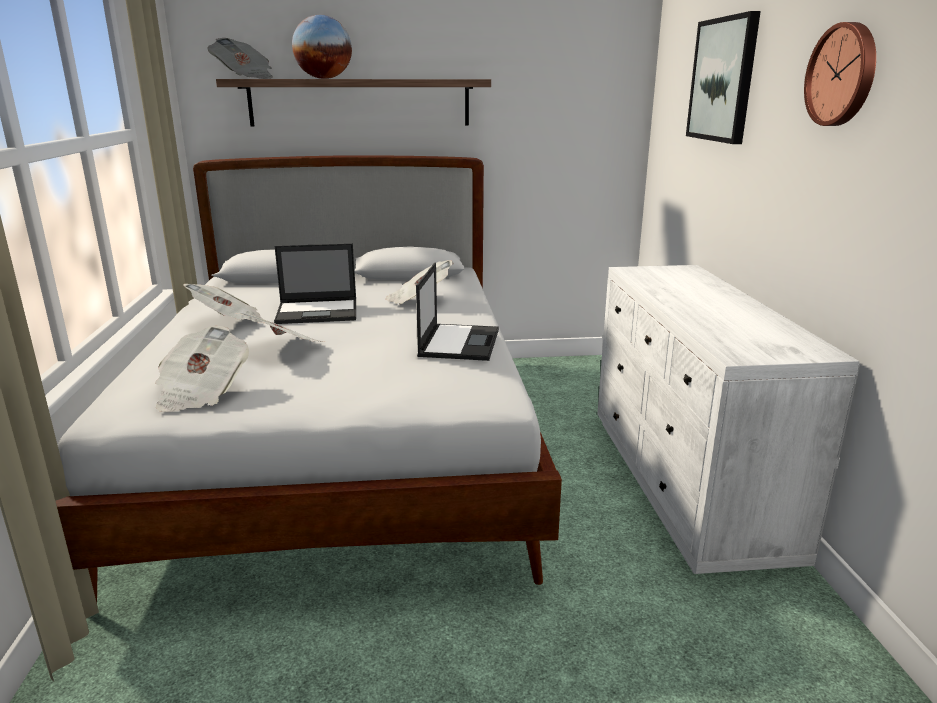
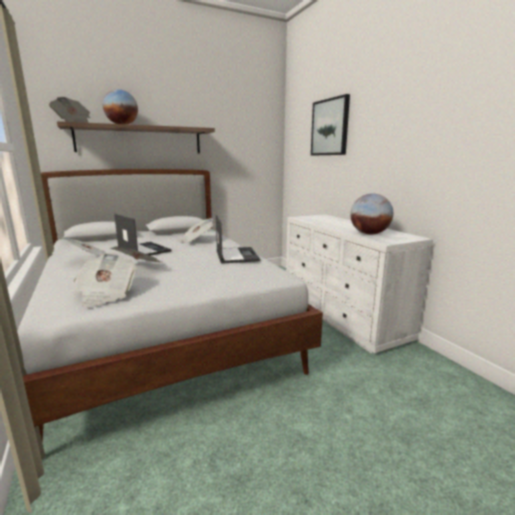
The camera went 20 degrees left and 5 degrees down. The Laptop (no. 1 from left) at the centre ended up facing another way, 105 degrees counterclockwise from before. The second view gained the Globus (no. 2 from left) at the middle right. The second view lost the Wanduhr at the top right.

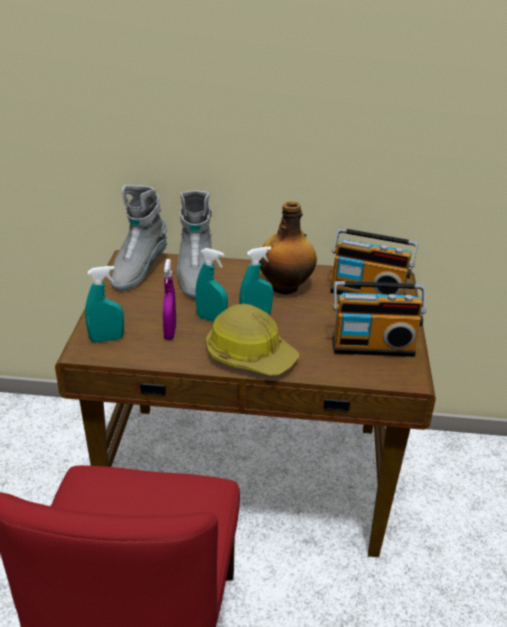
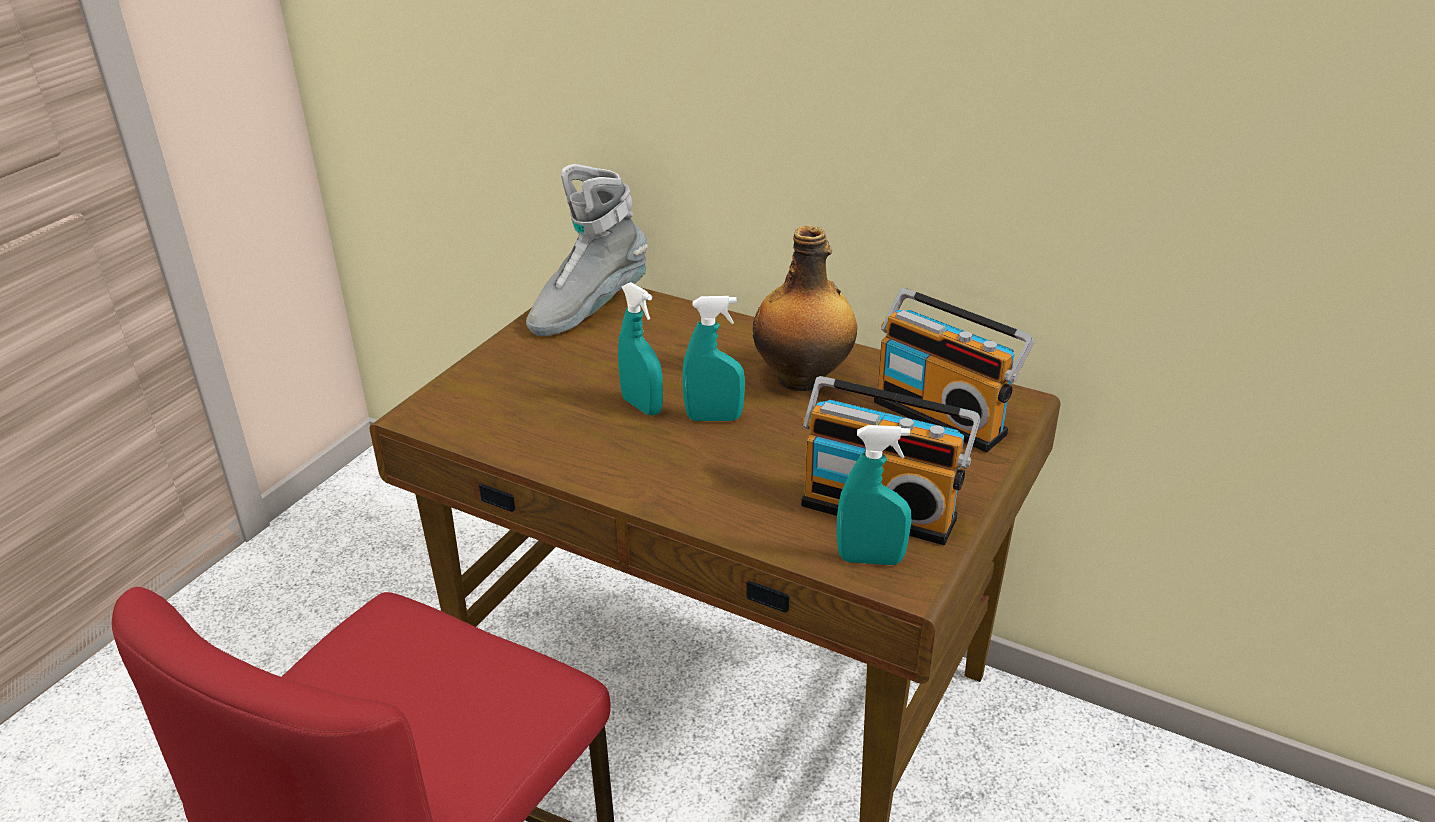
The camera went 25 degrees right and 0 degrees up. The Sprühflasche (türkis) (no. 1 from left in the first image) ended up elsewhere, having gone from the middle left to the centre. The second view lost the Sprühflasche (lila) at the centre. The second view lost the Stiefel (grau) (no. 2 from left) at the centre. The second view lost the Schutzhelm at the centre.

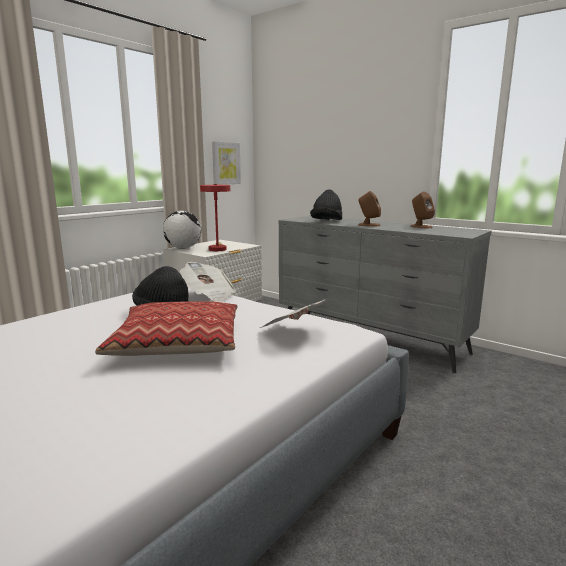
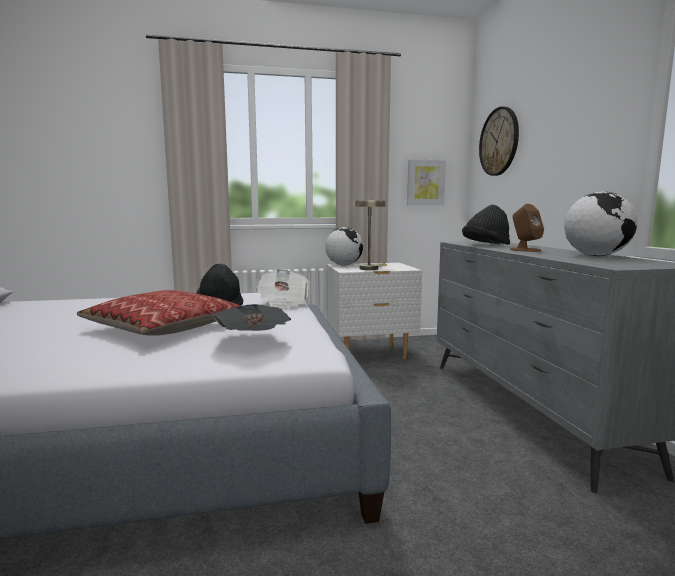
The camera went 40 degrees right and 5 degrees down. What was the Tischlampe (rot) at the centre turned into the Tischlampe (beige) at the centre. The second view gained the Wanduhr at the top right. Where the Lautsprecher (braun) (no. 2 from left) stood at the middle right, the Globus (no. 2 from left) came to stand at the middle right.

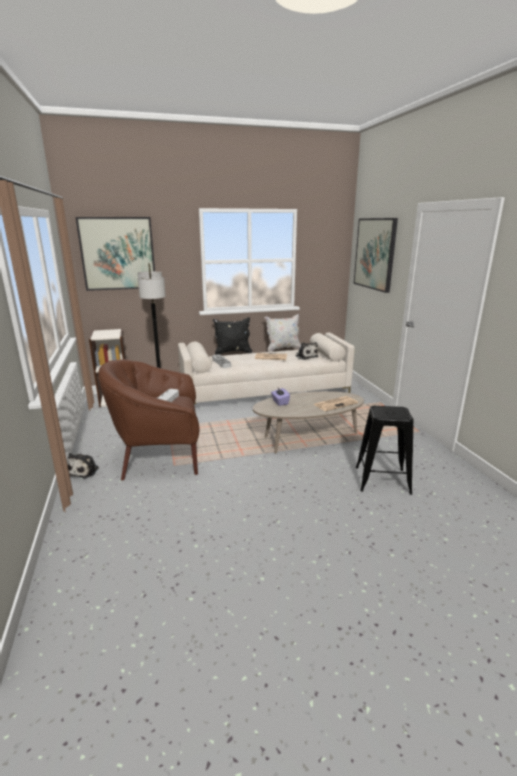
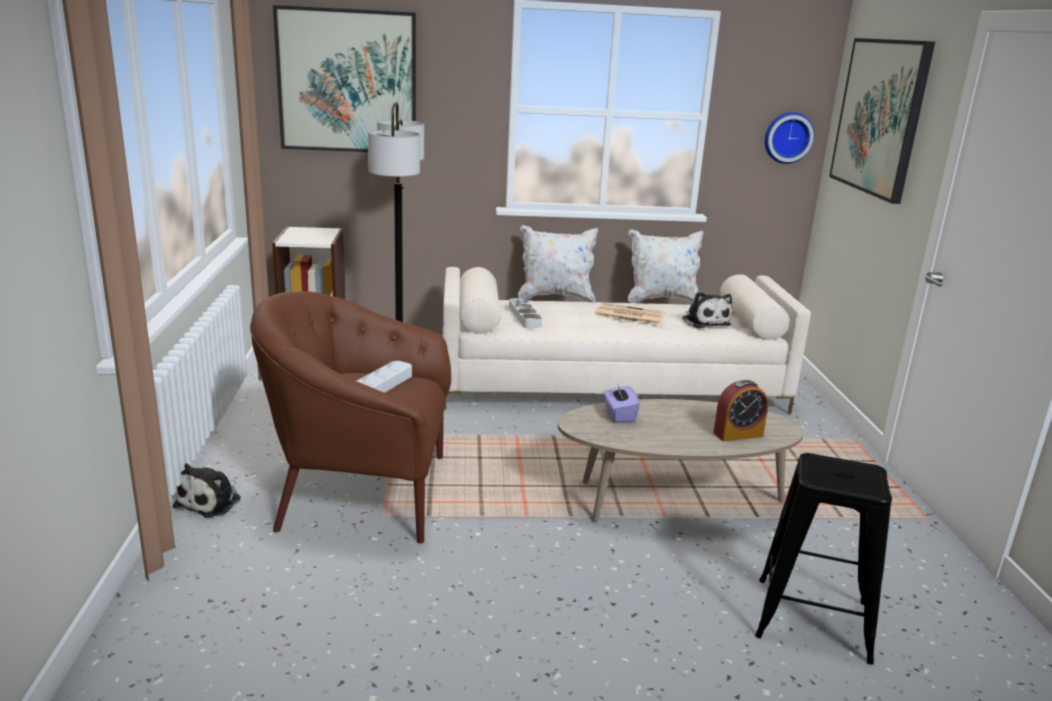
The camera went 10 degrees right and 0 degrees up. What was the Kissen (schwarz) at the centre turned into the Kissen (weiß) (no. 1 from left) at the centre. Where the Zeitung (no. 2 from left) stood at the centre, the Wecker came to stand at the middle right. The second view gained the Wanduhr at the top right.

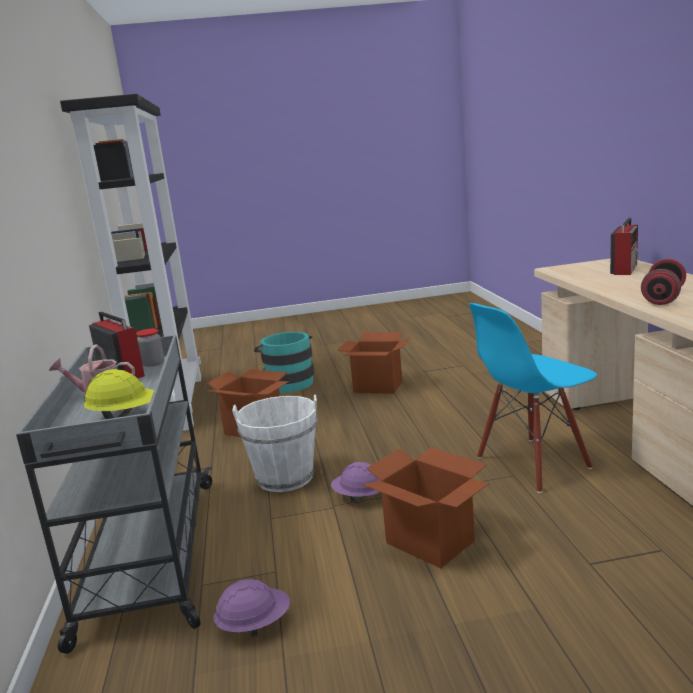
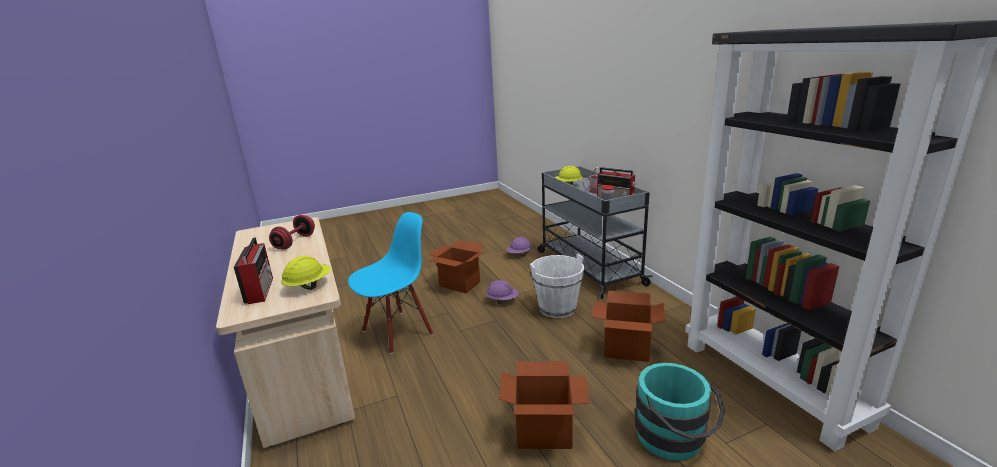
The camera went 165 degrees right and 5 degrees up. The Radio (no. 2 from left in the first image) at the middle right ended up facing another way, 150 degrees clockwise from before. The second view gained the Schutzhelm (gelb) (no. 1 from left) at the middle left.

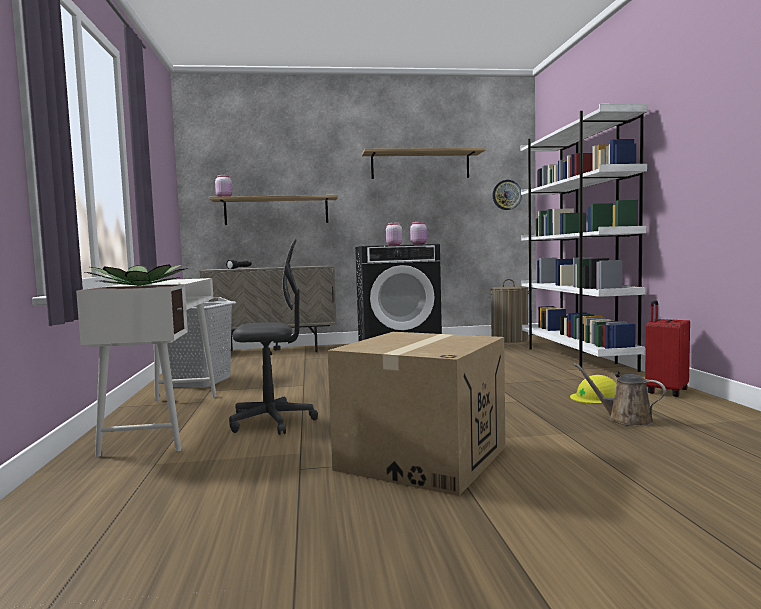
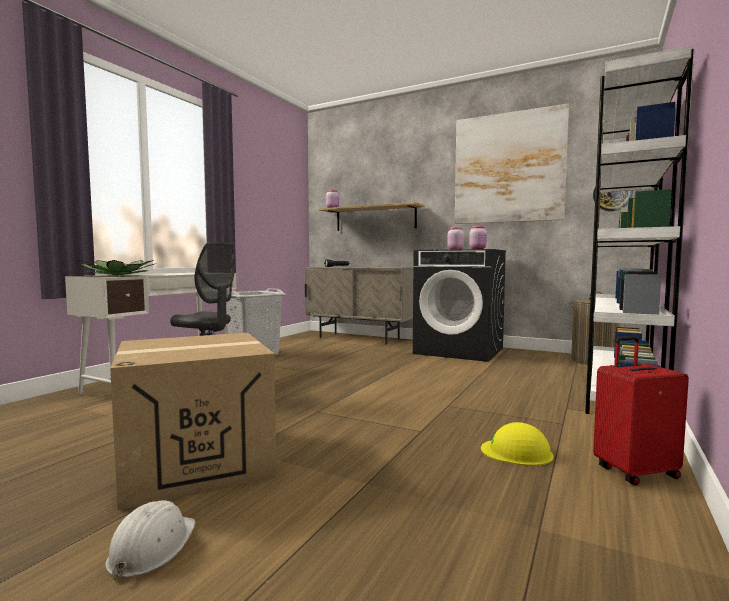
The camera went 35 degrees right and 0 degrees up. The second view gained the Schutzhelm (weiß) at the bottom left. Where the Wandregal (no. 2 from left) hung at the top centre, the Bild came to hang at the top right. The second view lost the Gießkanne (braun) at the middle right.

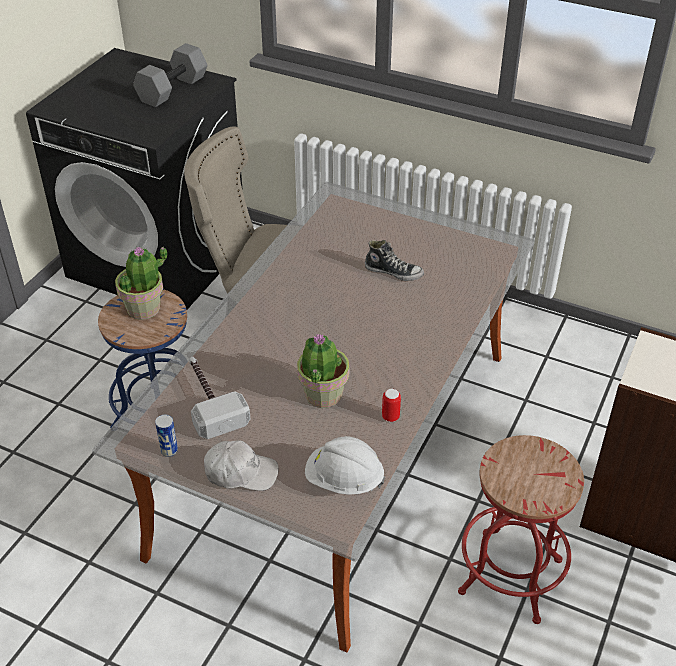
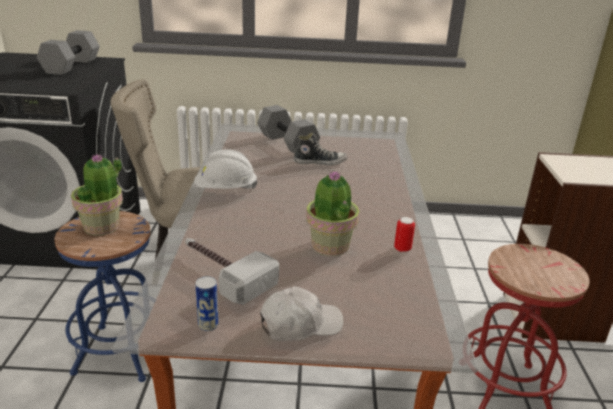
The camera went 25 degrees left and 15 degrees down. The Schutzhelm (weiß) ended up elsewhere, having gone from the bottom centre to the centre. The second view gained the Hantel (grau) (no. 2 from left) at the top centre.

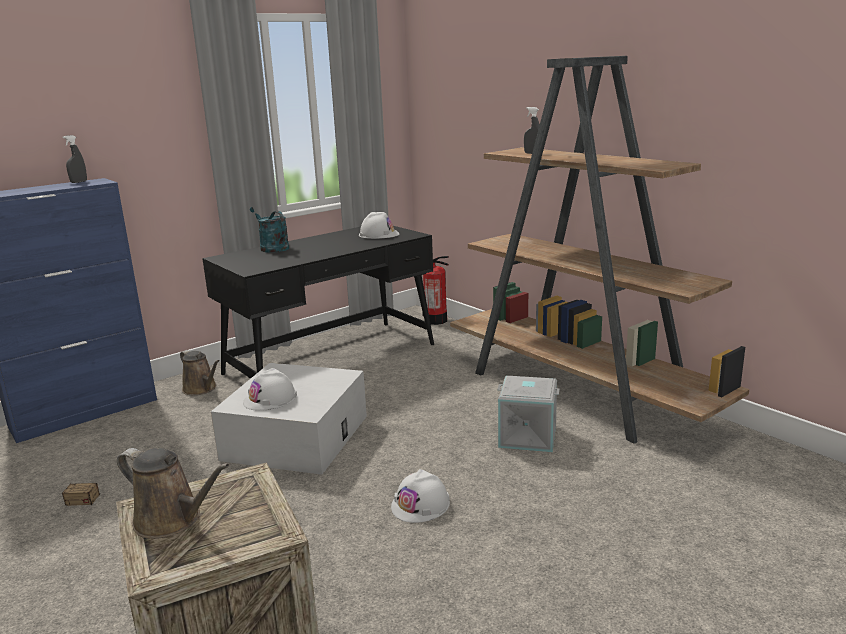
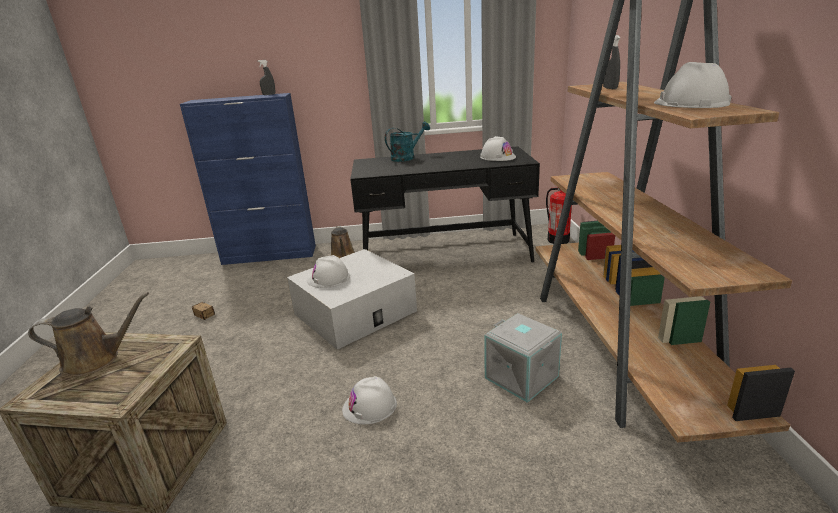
The camera went 35 degrees right and 5 degrees up. The Gießkanne (braun) (no. 1 from left) at the bottom left ended up facing another way, 75 degrees counterclockwise from before. The Gießkanne (türkis) at the middle left ended up facing another way, 60 degrees clockwise from before. The second view gained the Schutzhelm (weiß) (no. 4 from left) at the top right.

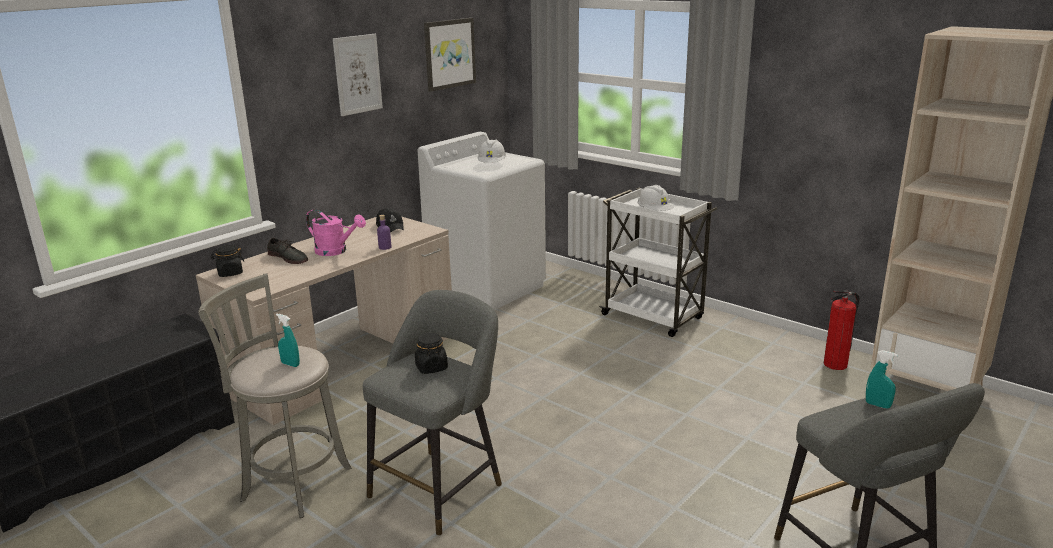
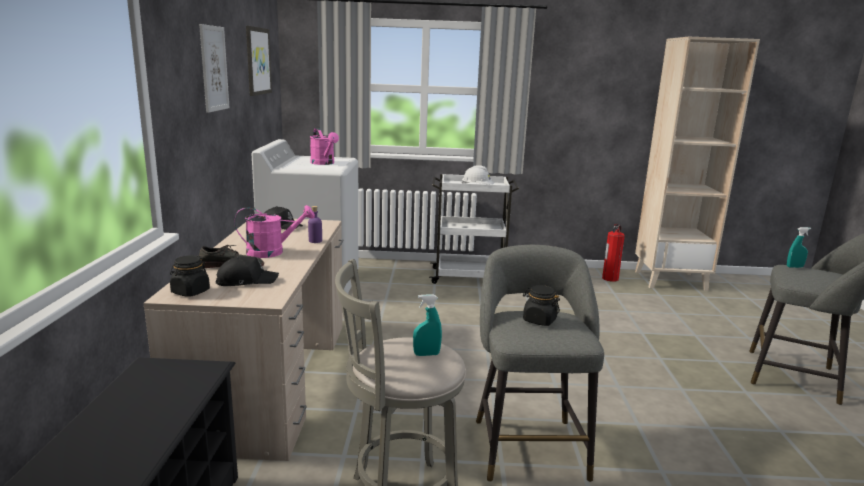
The camera went 40 degrees left and 5 degrees down. The second view gained the Kappe (schwarz) (no. 1 from left) at the middle left. Where the Schutzhelm (weiß) (no. 1 from left) stood at the top centre, the Gießkanne (rosa) (no. 2 from left) came to stand at the top centre.

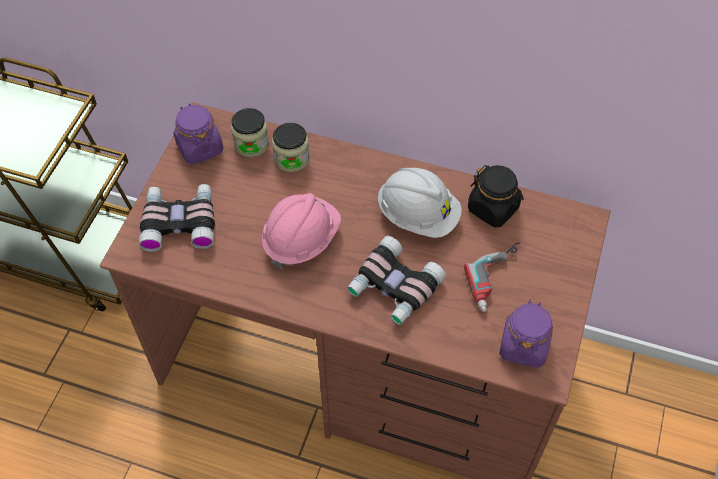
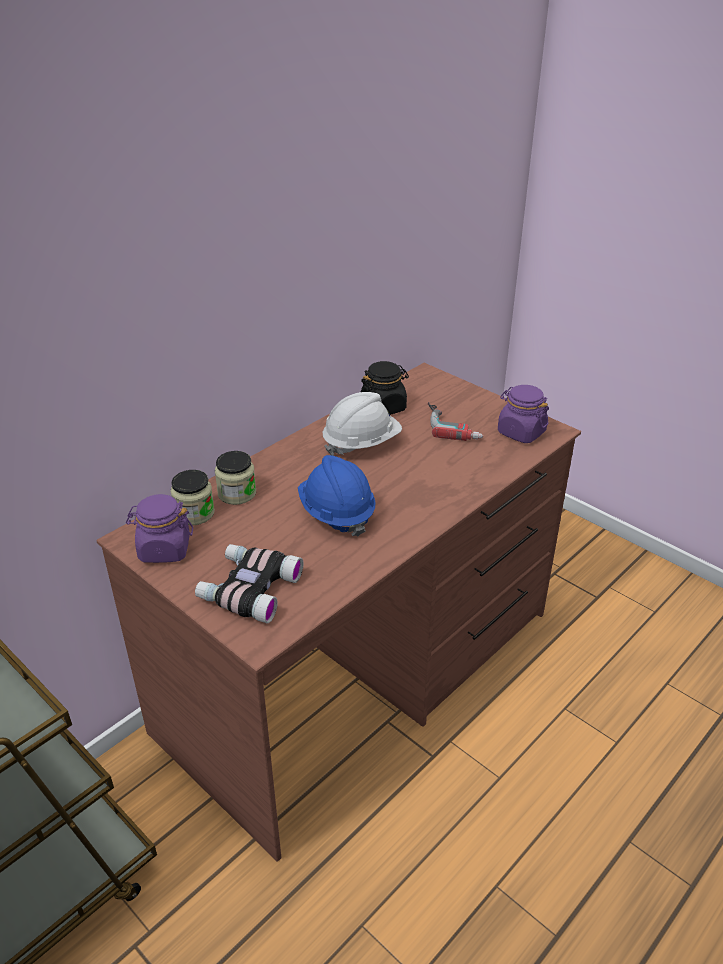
The camera went 65 degrees left and 20 degrees down. What was the Schutzhelm (rosa) at the centre turned into the Schutzhelm (blau) at the centre. The second view lost the Fernglas (no. 2 from left) at the centre.

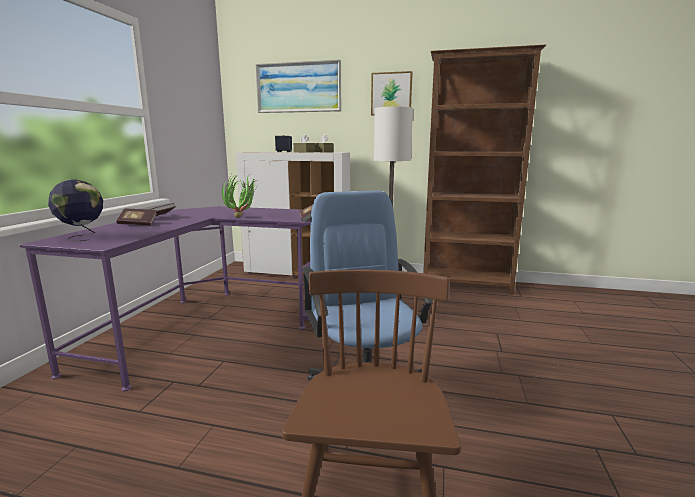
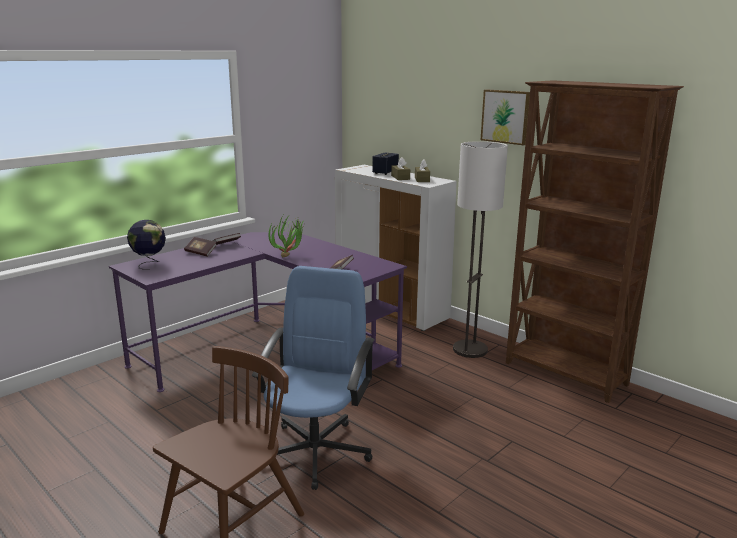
The camera went 30 degrees right and 5 degrees up. The second view lost the Bild (no. 1 from left) at the top centre.

